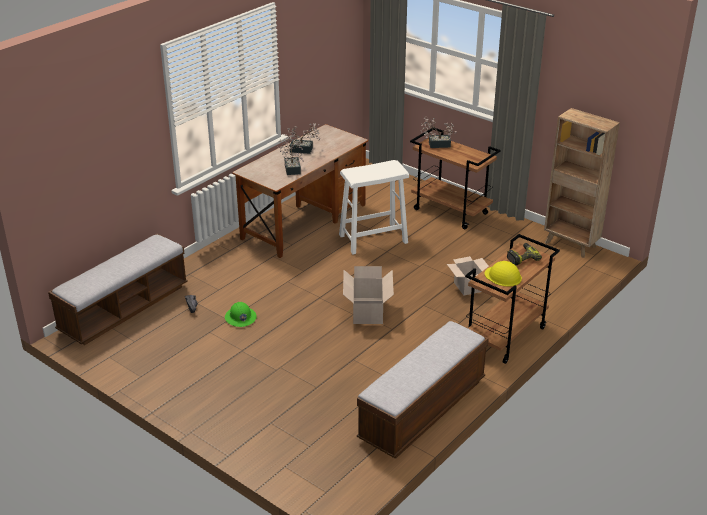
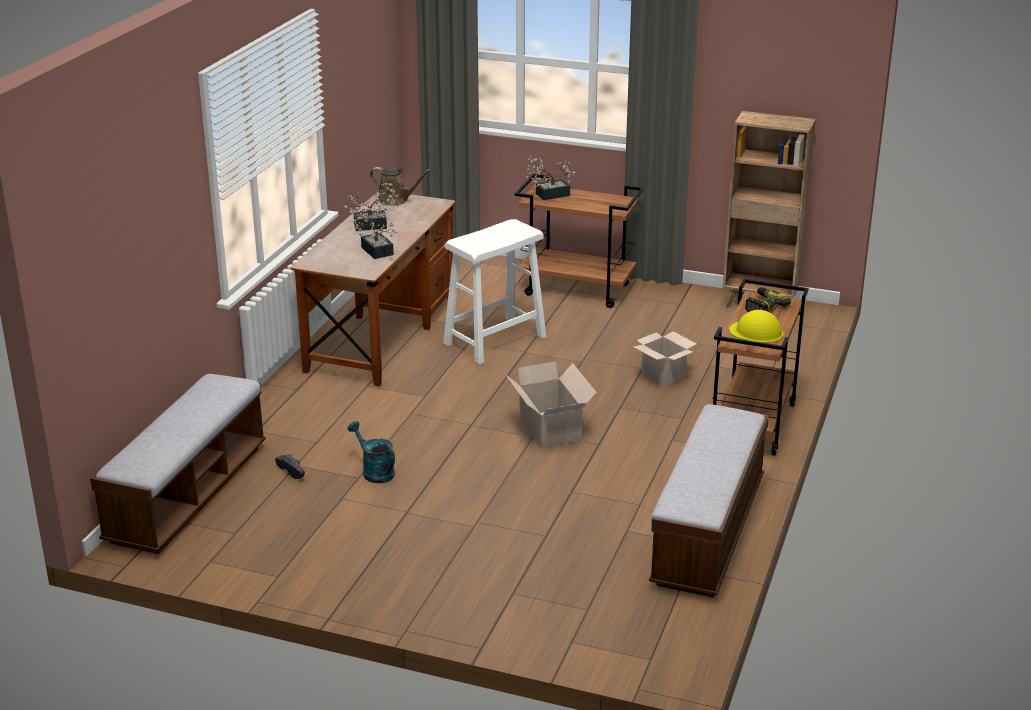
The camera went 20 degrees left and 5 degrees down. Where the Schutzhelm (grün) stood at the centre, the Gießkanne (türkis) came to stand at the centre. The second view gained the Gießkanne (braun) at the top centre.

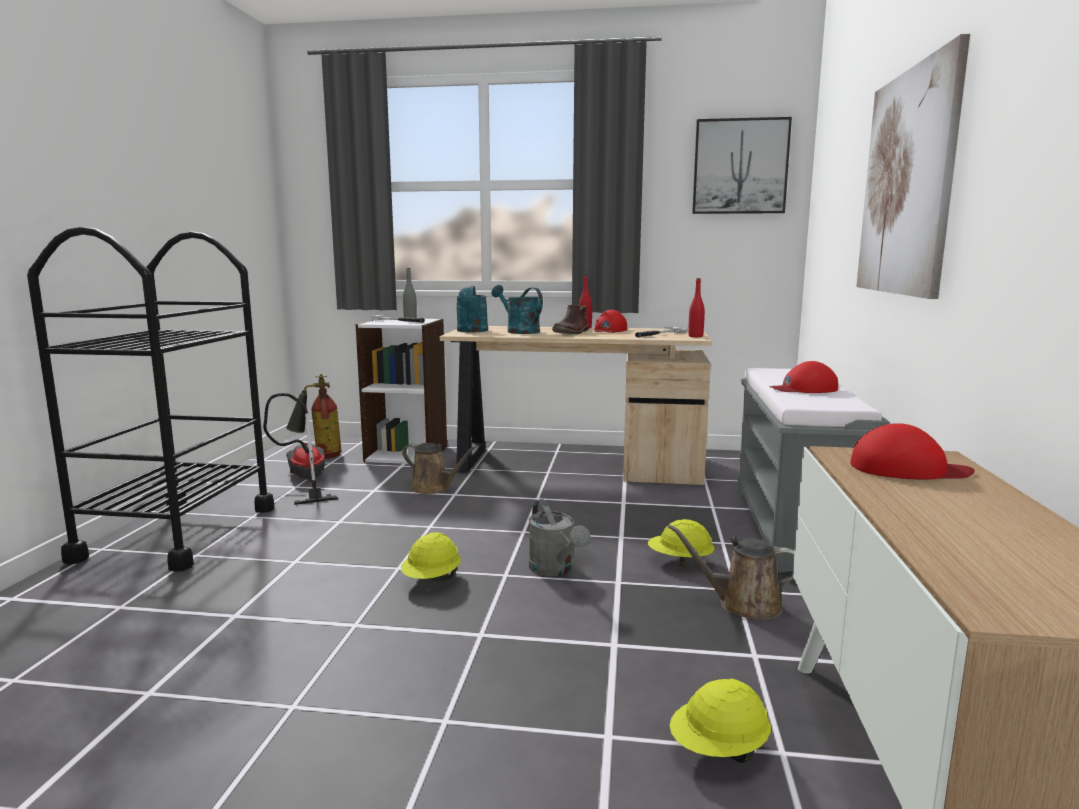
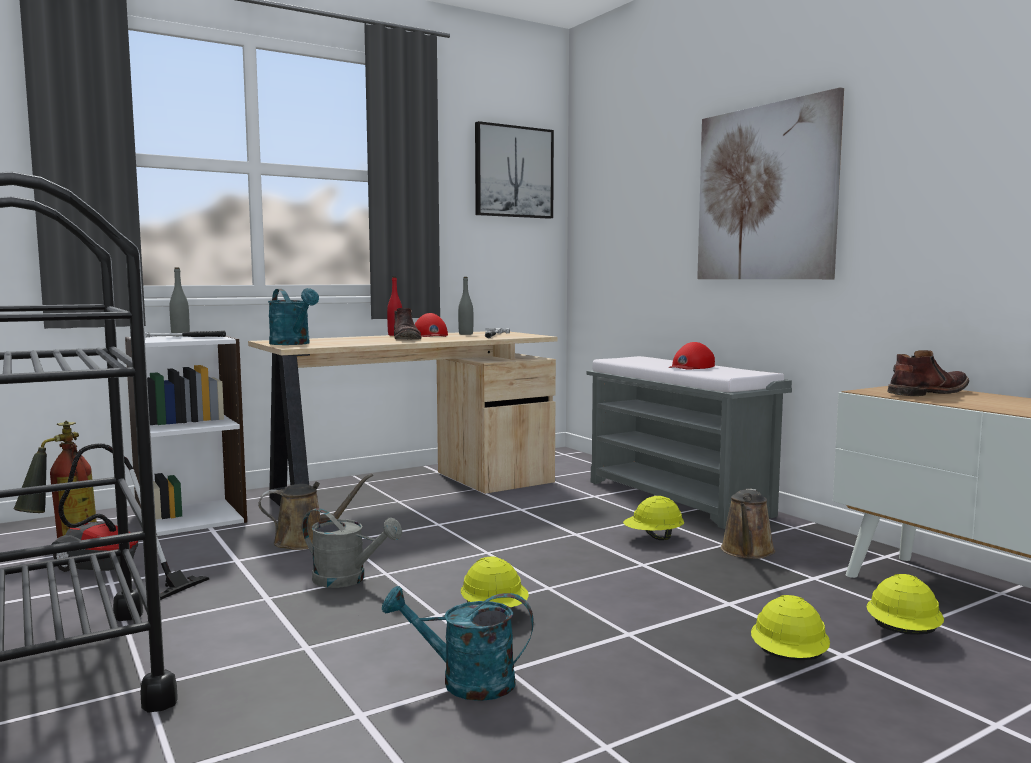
The camera went 40 degrees left and 5 degrees down. The Gießkanne (grau) ended up elsewhere, having gone from the centre to the bottom centre. The Gießkanne (türkis) (no. 2 from left) ended up elsewhere, having gone from the centre to the bottom centre. The second view gained the Flasche (grau) (no. 2 from left) at the centre. The Gießkanne (braun) (no. 2 from left) at the bottom right ended up facing another way, 45 degrees counterclockwise from before. The second view gained the Schutzhelm (gelb) (no. 3 from left) at the bottom right. Where the Kappe (rot) (no. 3 from left) stood at the middle right, the Stiefel (braun) (no. 2 from left) came to stand at the middle right. The second view lost the Flasche (rot) (no. 2 from left) at the centre.

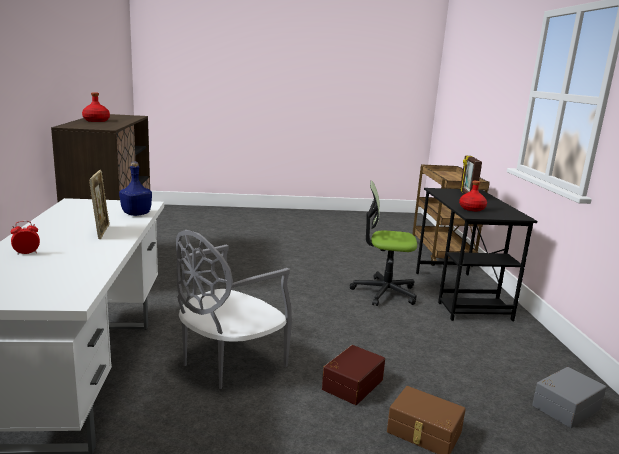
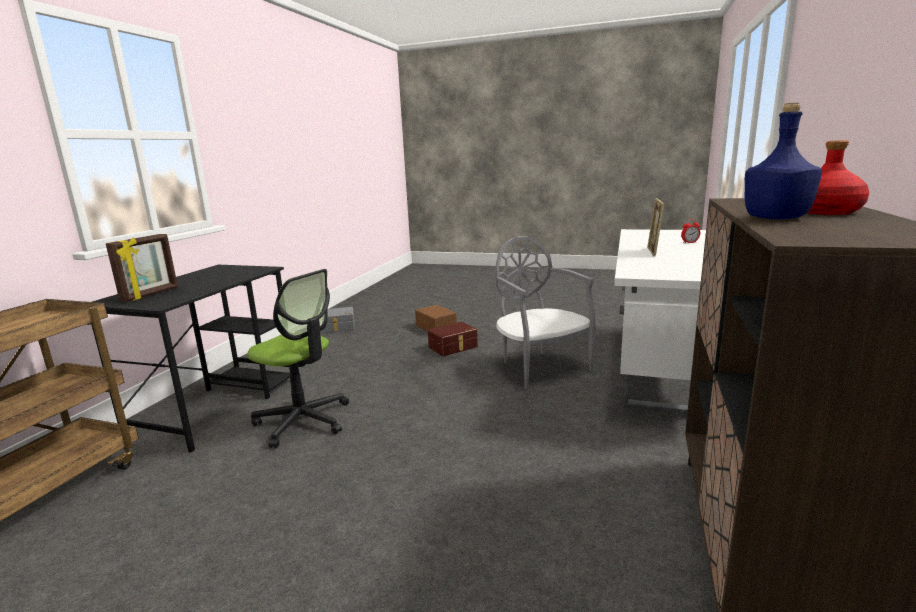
The camera went 155 degrees left and 0 degrees up. The Stuhl (grau) at the bottom centre ended up facing another way, 90 degrees counterclockwise from before. The Flasche (blau) ended up elsewhere, having gone from the middle left to the top right. The second view lost the Flasche (rot) (no. 2 from left) at the middle right.

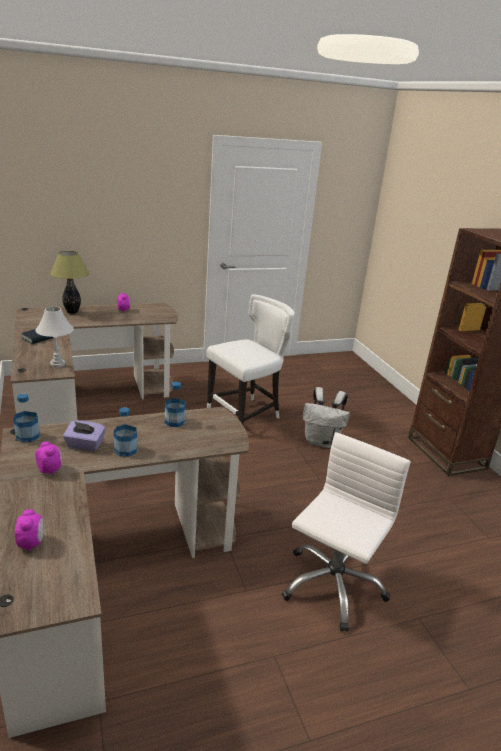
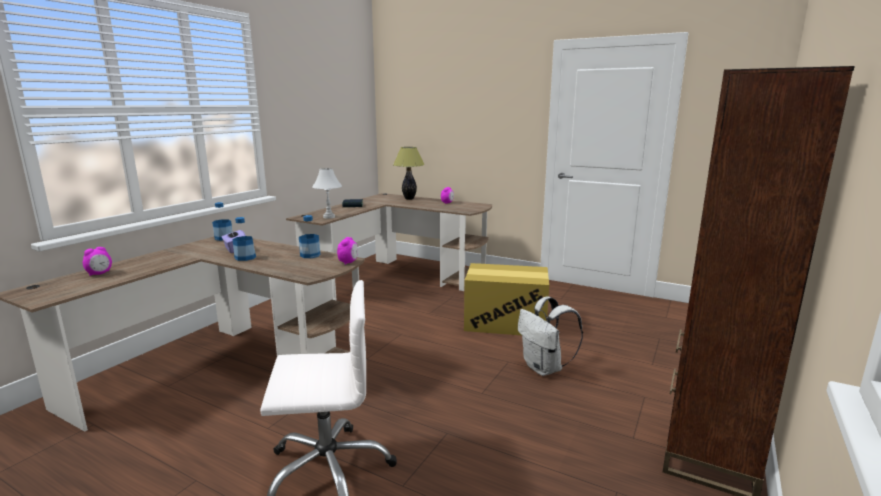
The camera went 50 degrees right and 10 degrees down. The Wecker (no. 2 from left) ended up elsewhere, having gone from the middle left to the centre. Where the Stuhl (weiß) stood at the centre, the Karton came to stand at the centre.

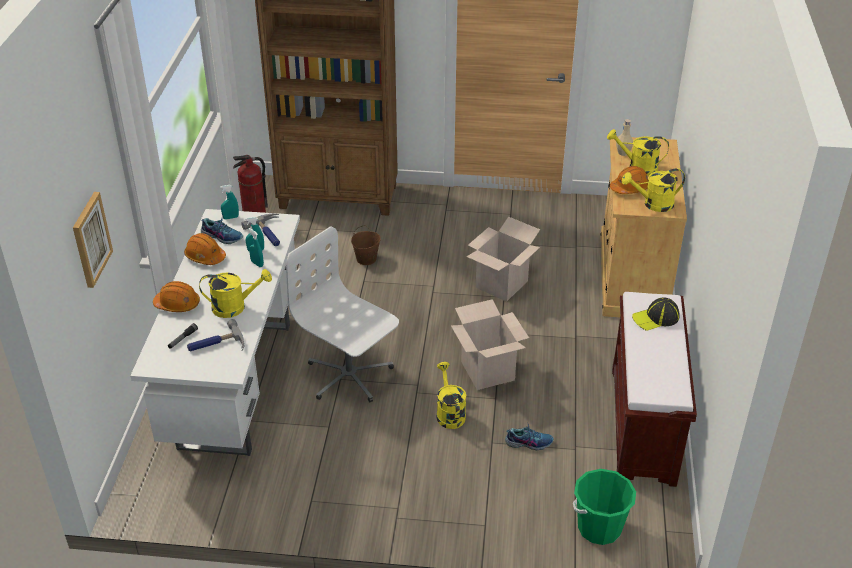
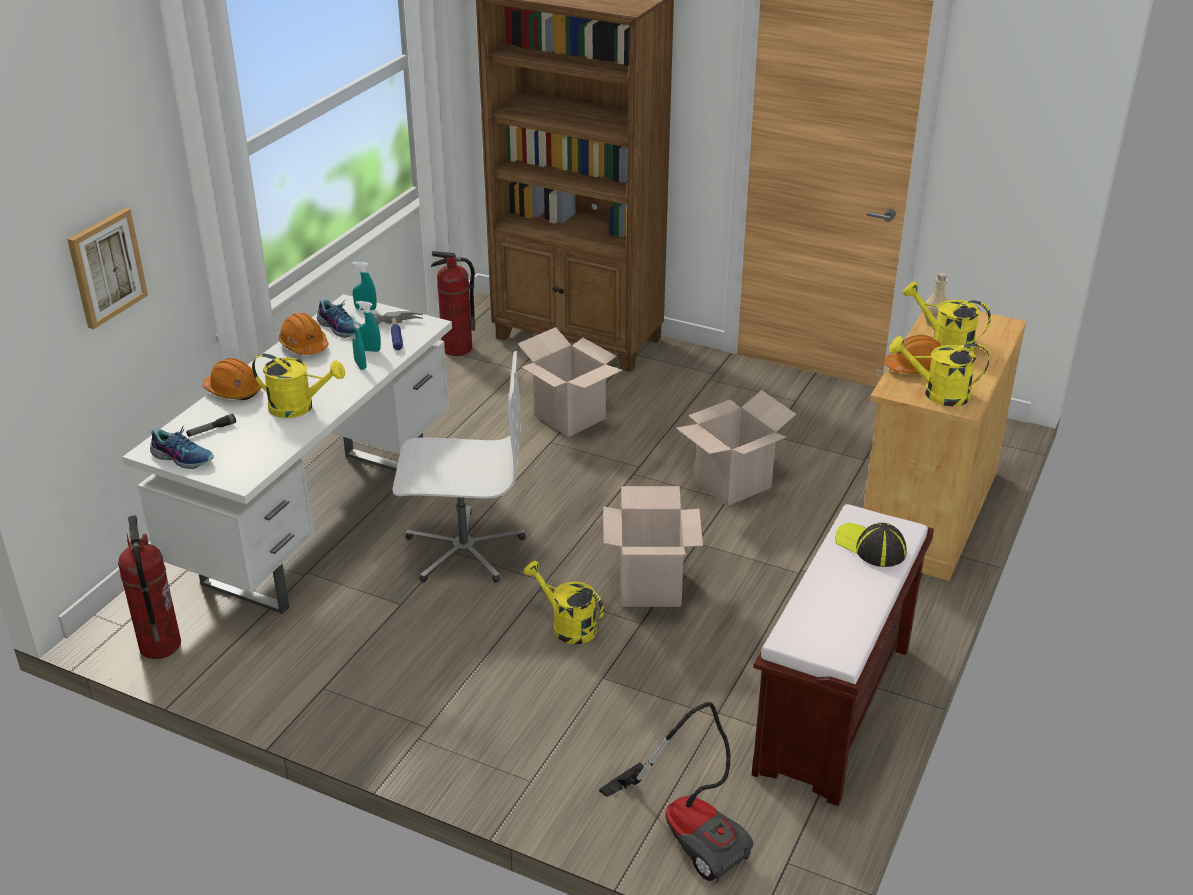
The camera went 20 degrees right and 5 degrees down. The second view gained the Feuerlöscher (no. 1 from left) at the middle left. The Schuh (no. 2 from left in the first image) ended up elsewhere, having gone from the bottom centre to the middle left. The Bürostuhl (weiß) at the centre ended up facing another way, 120 degrees clockwise from before. Where the Eimer (braun) stood at the centre, the Karton (no. 1 from left) came to stand at the centre. The Gießkanne (gelb) (no. 2 from left) at the bottom centre ended up facing another way, 60 degrees counterclockwise from before. Where the Eimer (grün) stood at the bottom right, the Staubsauger came to stand at the bottom centre. The Kappe at the middle right ended up facing another way, 45 degrees clockwise from before. The second view lost the Hammer (no. 1 from left) at the middle left.

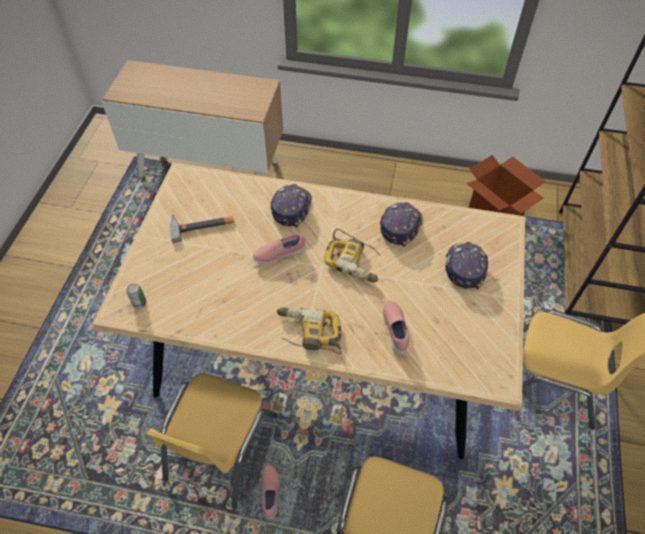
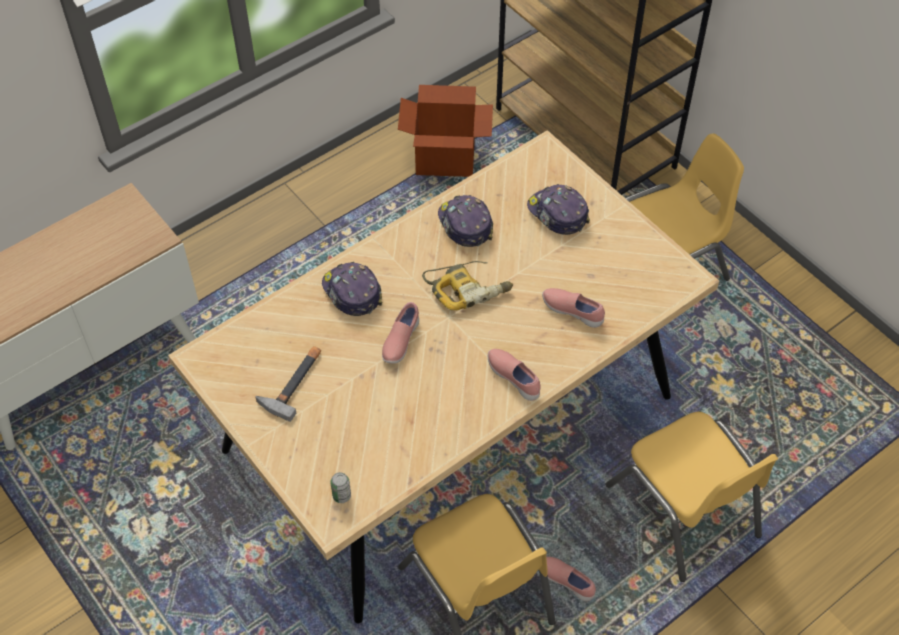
The camera went 50 degrees left and 0 degrees up. Where the Bohrmaschine (no. 1 from left) stood at the centre, the Schuh (rosa) (no. 2 from left) came to stand at the centre.

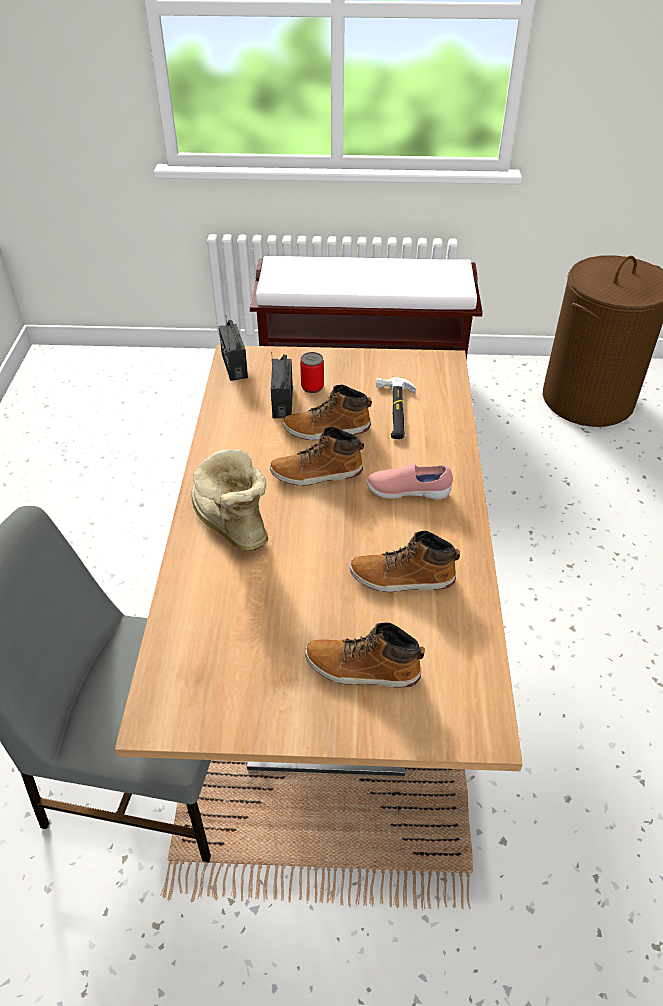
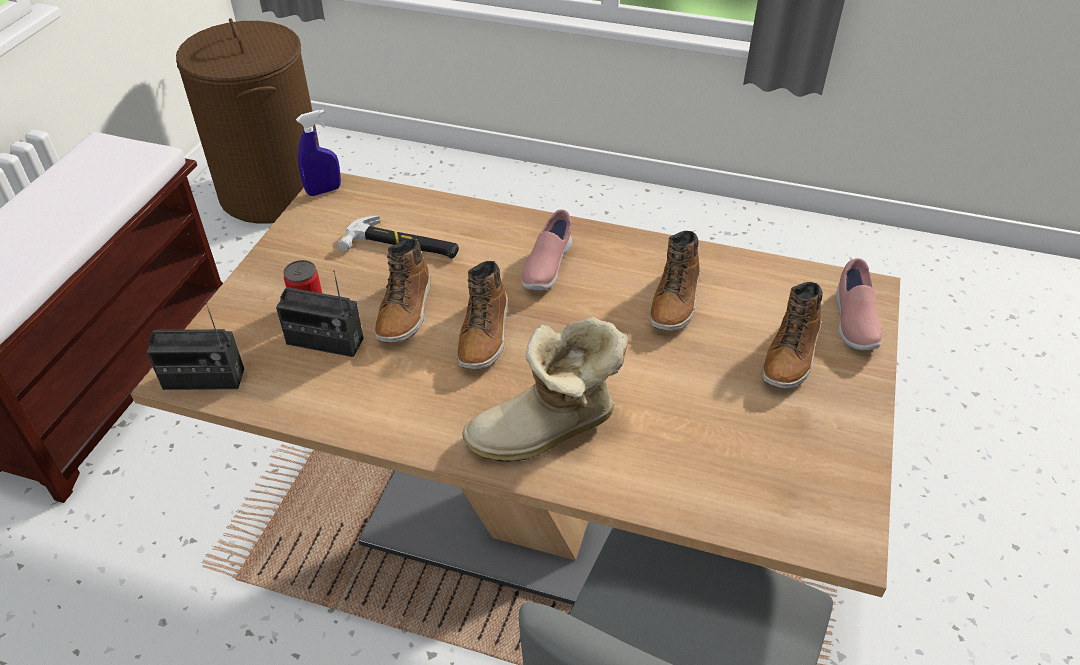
The camera went 75 degrees left and 0 degrees up. The second view gained the Sprühflasche (blau) at the top left. The second view gained the Schuh (rosa) (no. 2 from left) at the middle right.

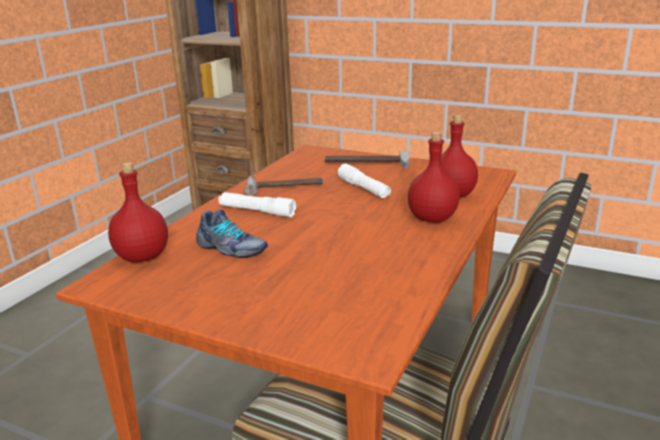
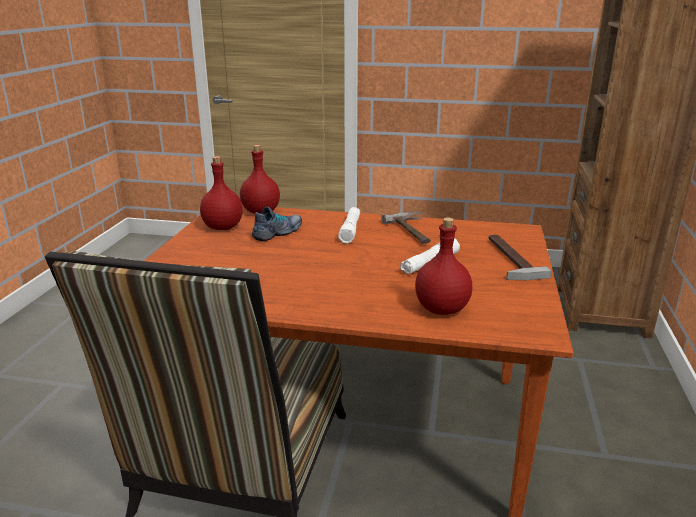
The camera went 75 degrees right and 0 degrees up. The Flasche (rot) (no. 2 from left in the first image) ended up elsewhere, having gone from the centre to the middle left. The Schuh at the centre ended up facing another way, 150 degrees counterclockwise from before.

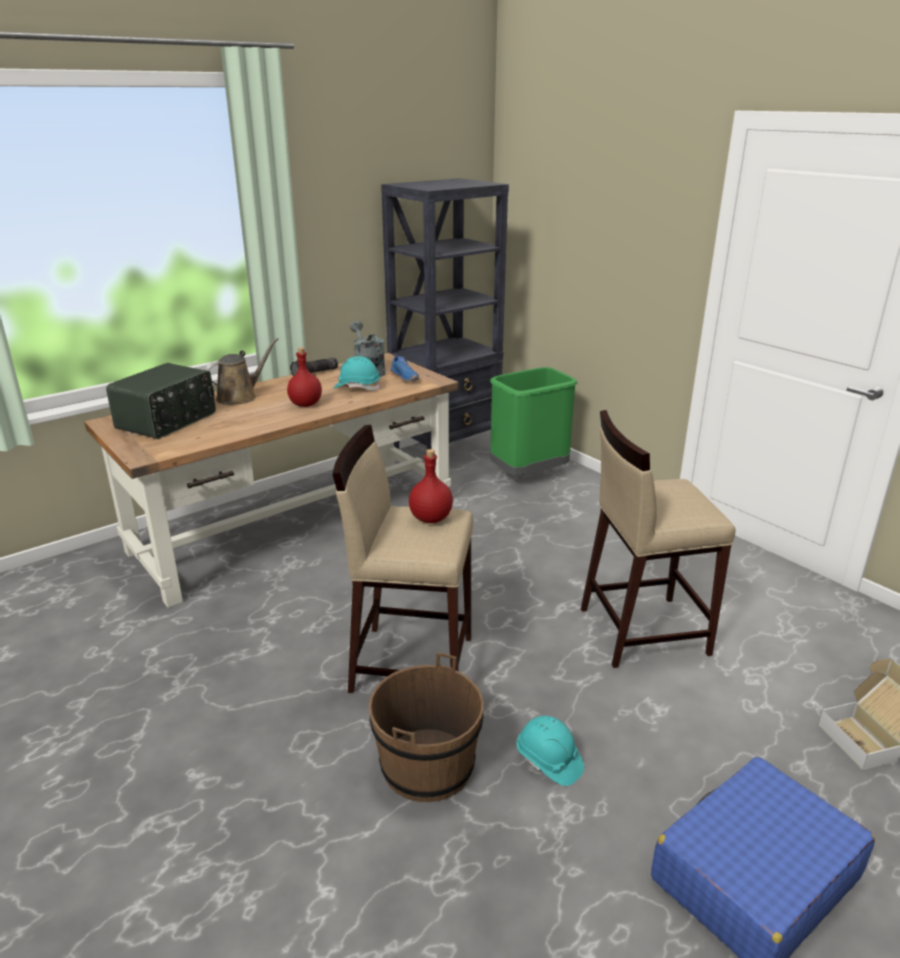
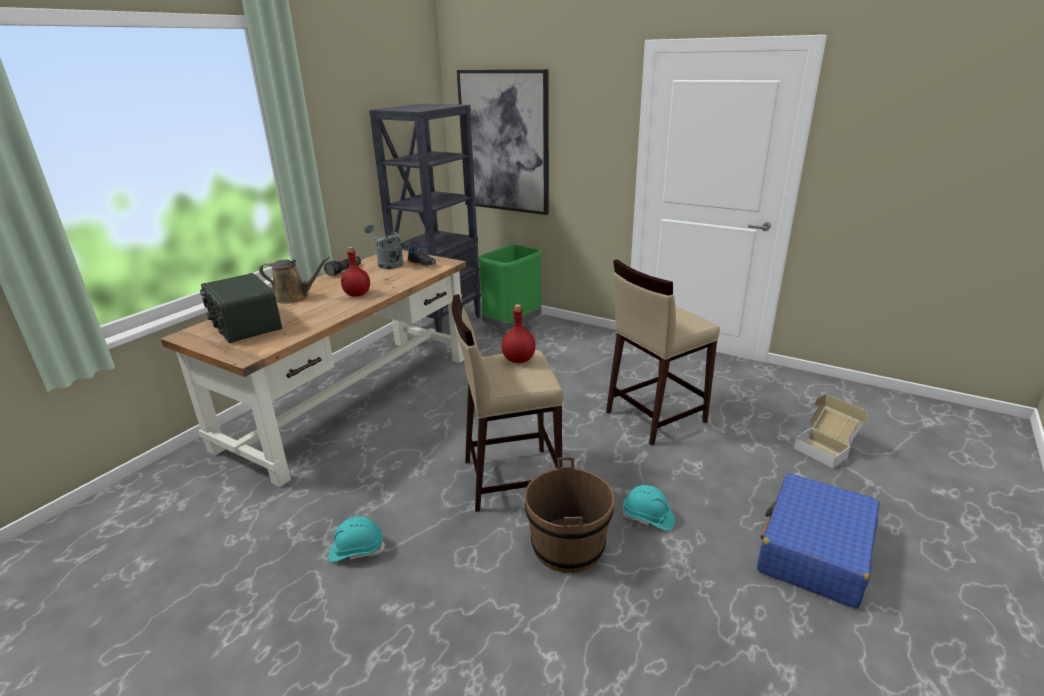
The camera went 20 degrees left and 0 degrees up. The Radio at the middle left ended up facing another way, 135 degrees clockwise from before. The Gießkanne (braun) at the middle left ended up facing another way, 75 degrees clockwise from before. The Schutzhelm (türkis) (no. 1 from left) ended up elsewhere, having gone from the centre to the bottom centre. What was the Schuh (blau) at the centre turned into the Schuh (schwarz) at the centre. The second view gained the Bild at the top centre.

